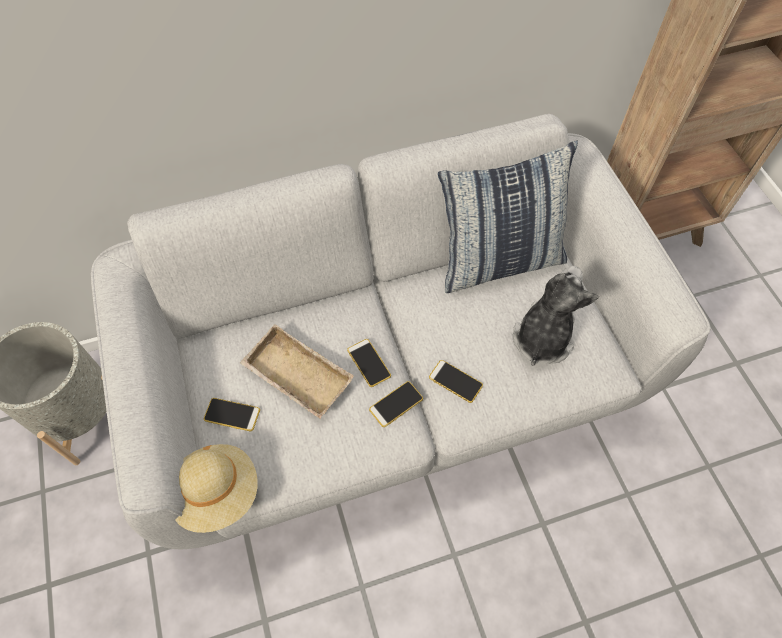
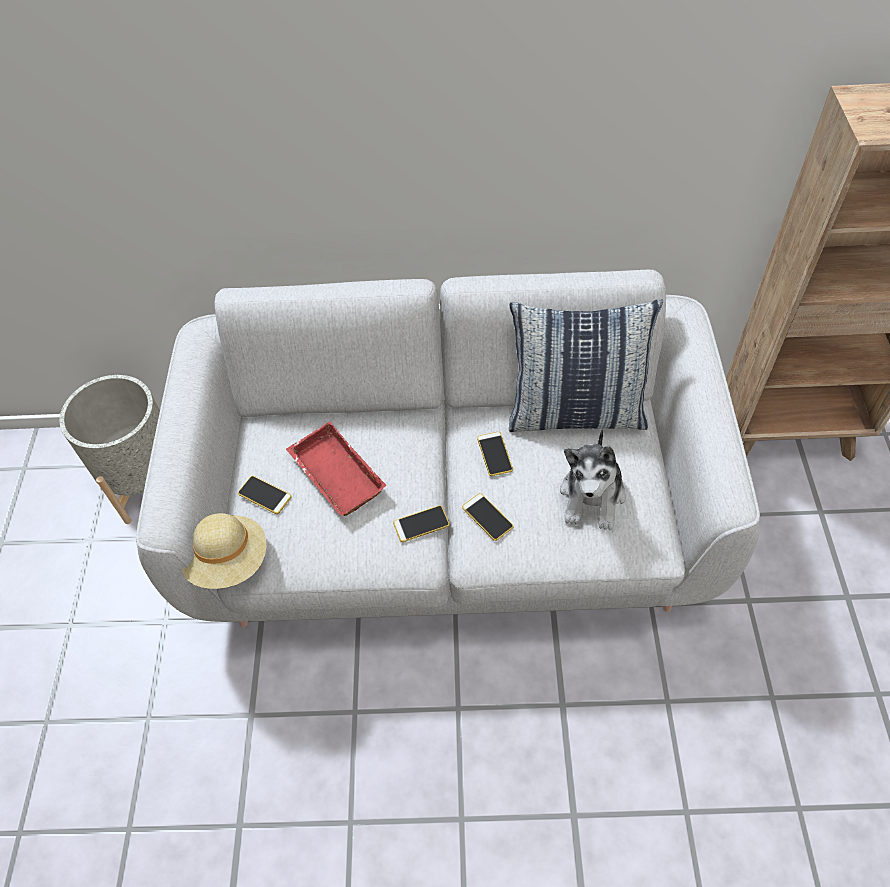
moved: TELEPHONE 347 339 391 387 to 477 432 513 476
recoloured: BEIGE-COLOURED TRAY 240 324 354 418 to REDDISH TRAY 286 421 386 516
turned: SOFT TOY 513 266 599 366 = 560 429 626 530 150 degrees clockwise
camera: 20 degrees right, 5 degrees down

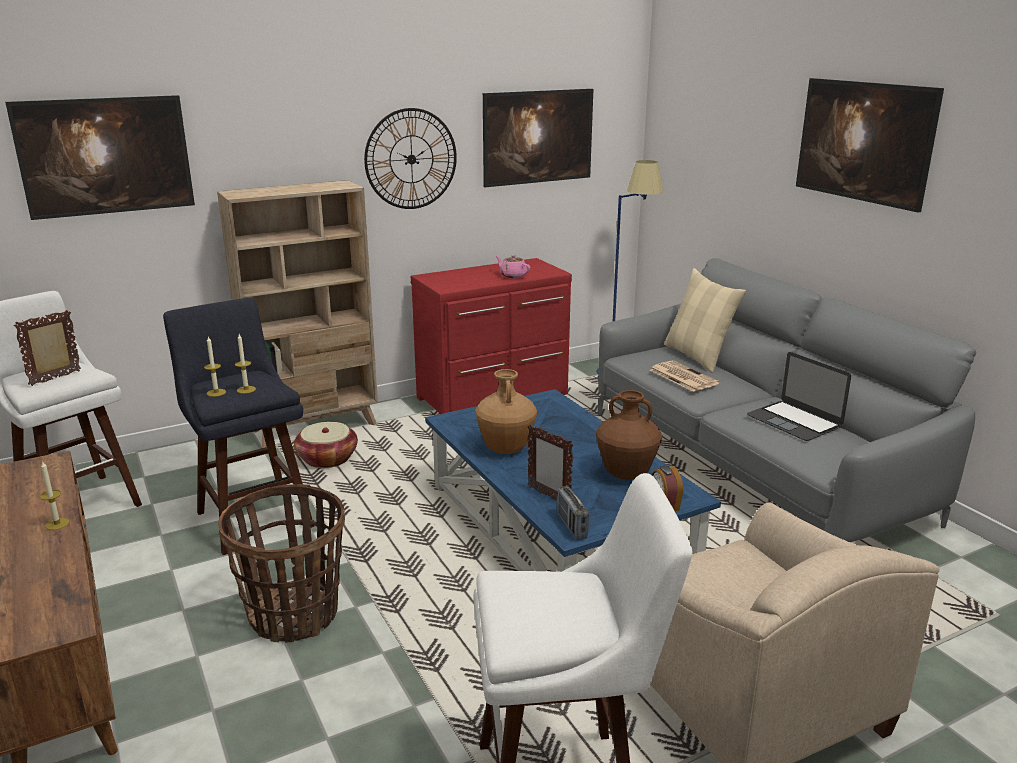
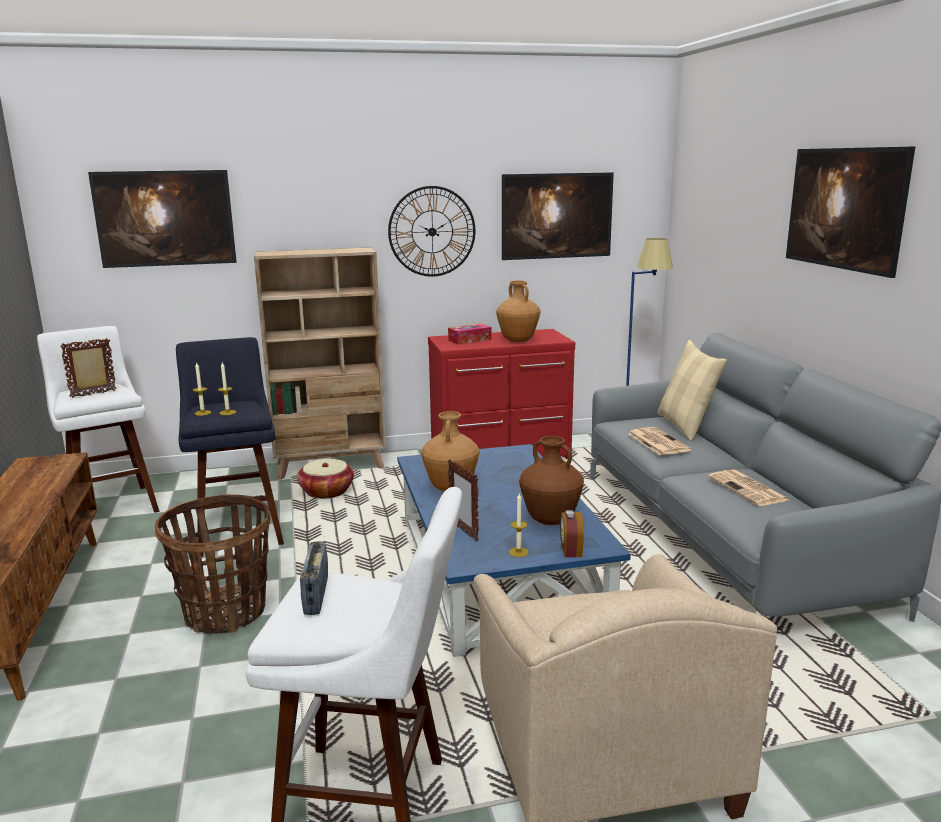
added: TISSUE BOX 448 324 491 345
moved: WAX CANDLE 40 461 70 530 to 509 493 529 557; RADIO RECEIVER 557 486 589 540 to 300 541 328 615
replaced: PINK TEAPOT 496 255 530 279 to BROWN FLOWER VASE 496 281 541 342; PORTABLE COMPUTER 747 352 851 441 to PRINTED PAPER 708 470 789 506
camera: 15 degrees right, 5 degrees down

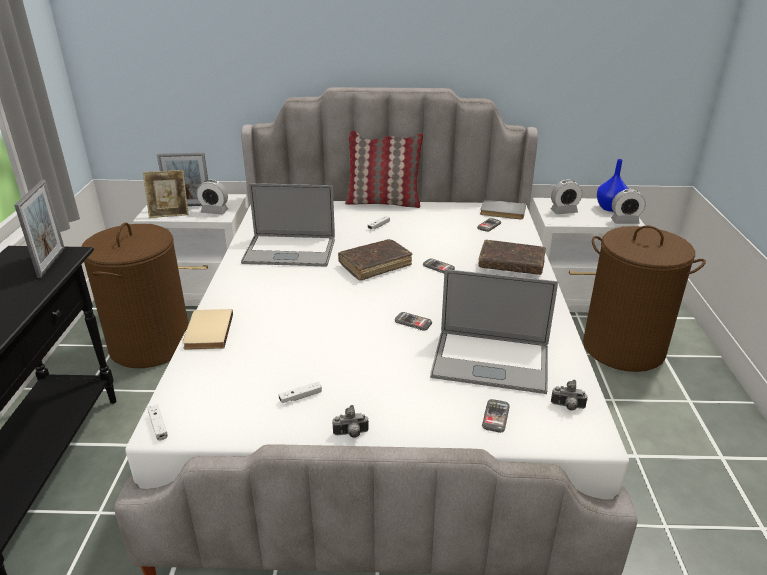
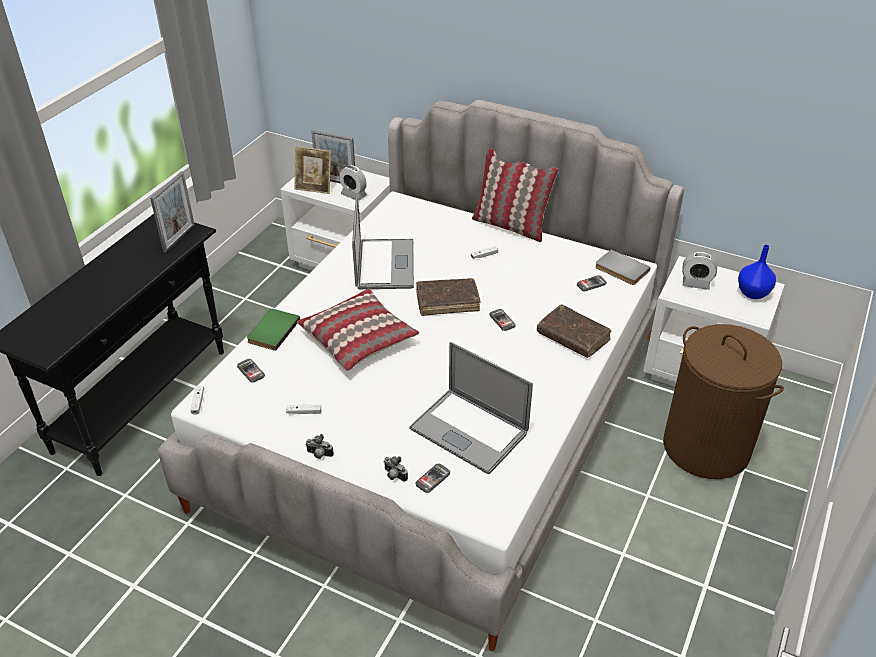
removed: BROWN HAMPER 81 223 189 368; TABLE CLOCK 611 189 646 224
added: CUSHION 297 289 419 371
moved: TELEPHONE 394 312 432 331 to 237 359 265 383; PHOTO CAMERA 551 380 588 410 to 384 456 408 482
recoloured: BEIGE-COLOURED BOOK 183 309 233 350 to GREEN-COLOURED BOOK 247 309 300 351
turned: PORTABLE COMPUTER 241 183 335 267 = 352 195 414 289 120 degrees counterclockwise
camera: 25 degrees right, 10 degrees up

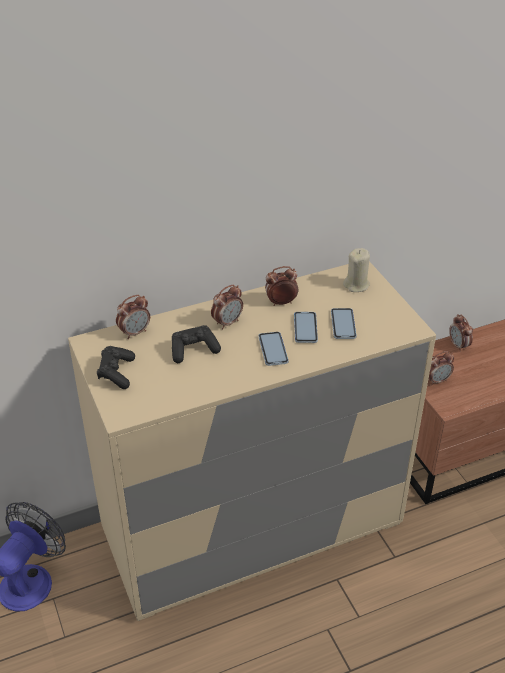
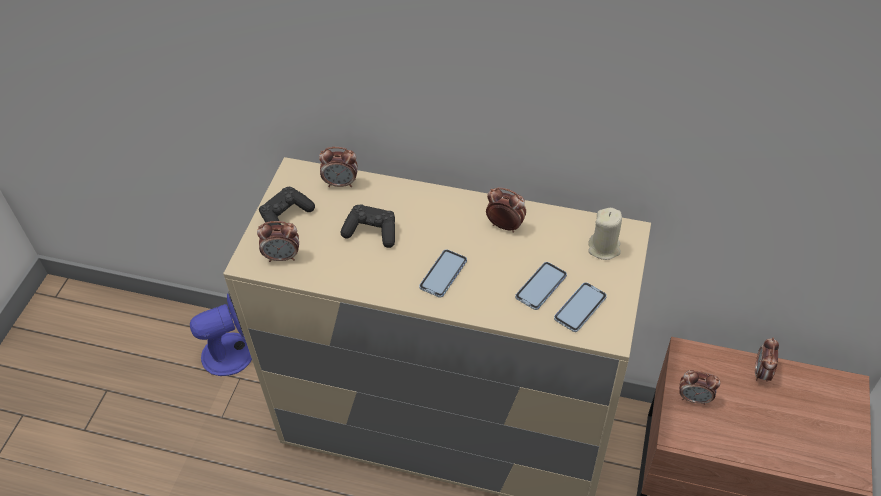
moved: TABLE CLOCK 211 285 243 329 to 257 221 299 262; TELEPHONE 294 312 318 343 to 554 282 607 332
camera: 40 degrees right, 10 degrees up

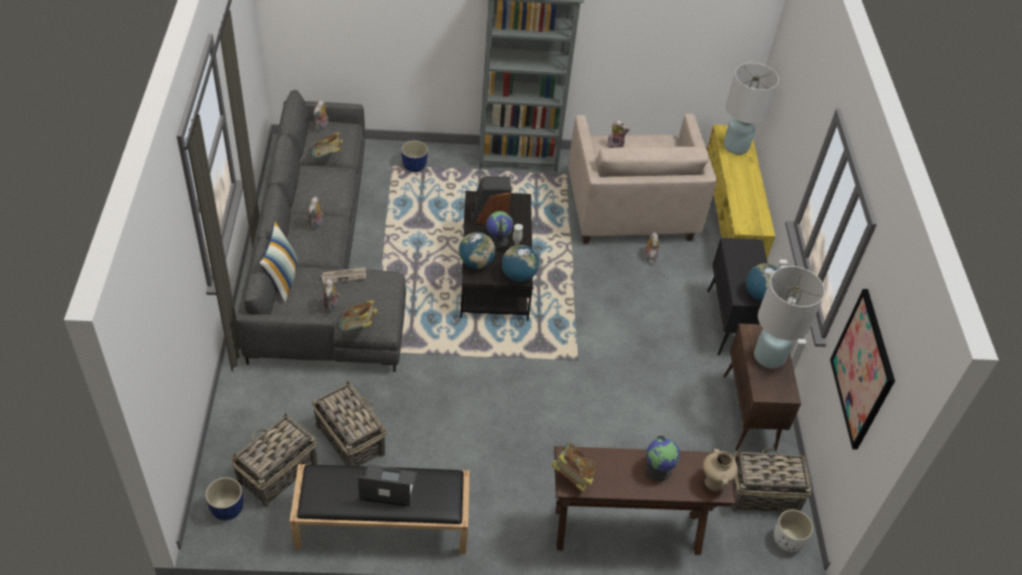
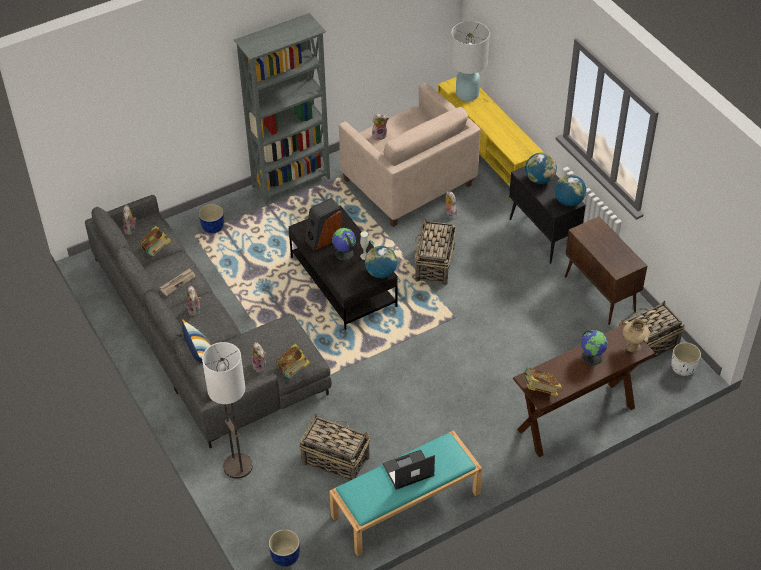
removed: WHITE-COLOURED TABLETOP LAMP 754 266 825 369; WALL PICTURE 830 289 895 449
added: STANDING LAMP 202 342 253 479
moved: BASKET 231 413 318 507 to 415 218 456 285; PRINTED PAPER 322 267 366 285 to 160 268 196 296; GLOBE 459 232 496 269 to 525 153 557 184
recoloured: BLACKISH BENCH 290 464 470 554 to BLUE-GREEN BENCH 329 430 482 556
camera: 25 degrees left, 0 degrees up

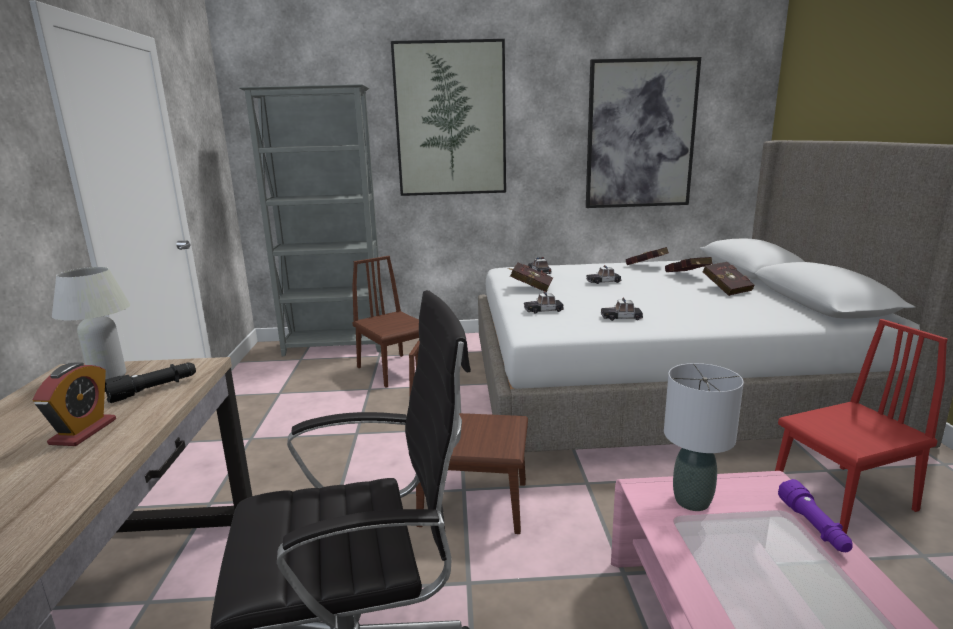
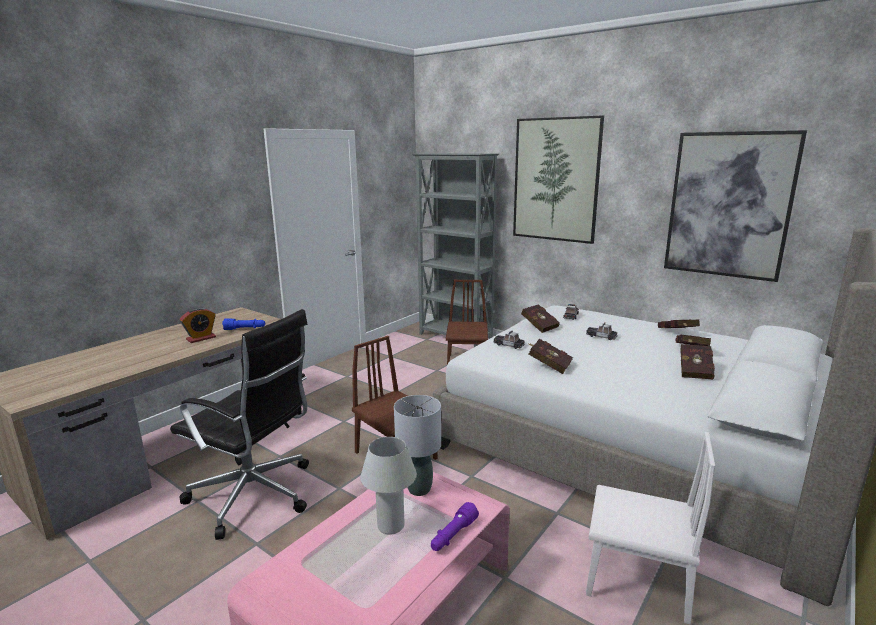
moved: WHITE-COLOURED TABLETOP LAMP 52 267 130 379 to 360 437 417 535
replaced: TOY CAR 601 298 643 321 to REDDISH BOOK 528 339 573 374
recoloured: BLACKISH FLASHLIGHT 105 362 196 403 to BLUE-COLOURED FLASHLIGHT 222 318 265 330; REDDISH UPRIGHT CHAIR 775 319 948 534 to WHITE-COLOURED UPRIGHT CHAIR 586 432 715 624
camera: 40 degrees right, 0 degrees up

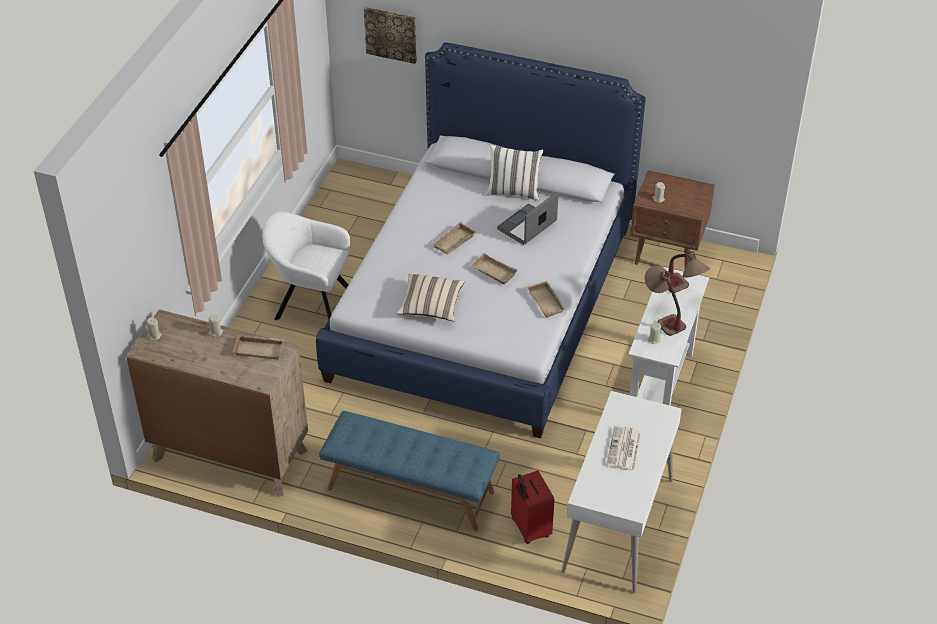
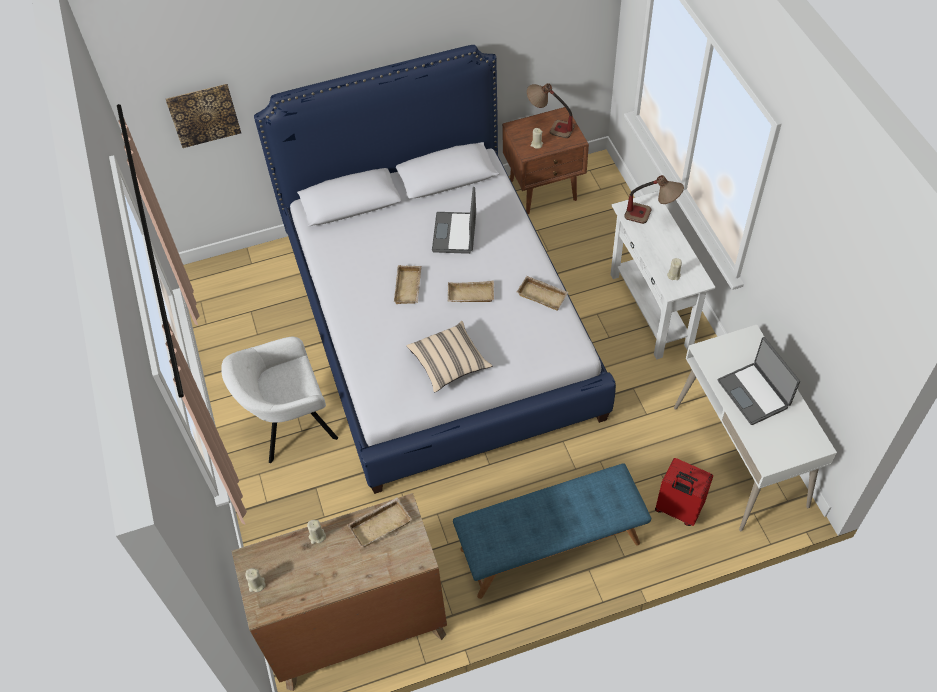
removed: WHITE-COLOURED CUSHION 486 144 543 201
moved: TABLETOP LAMP 645 266 686 336 to 527 83 575 138
replaced: PRINTED PAPER 606 426 641 471 to PORTABLE COMPUTER 718 337 800 425
camera: 35 degrees left, 10 degrees up

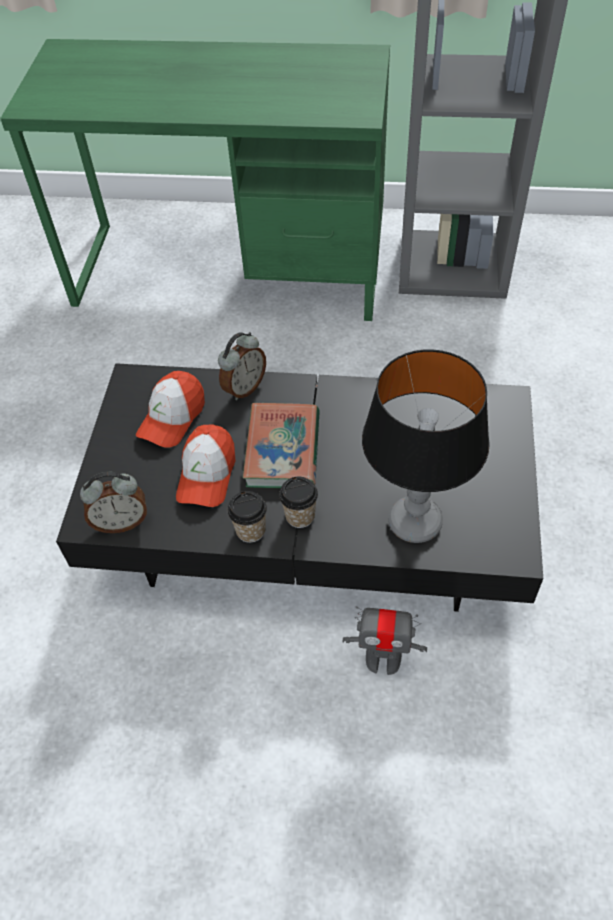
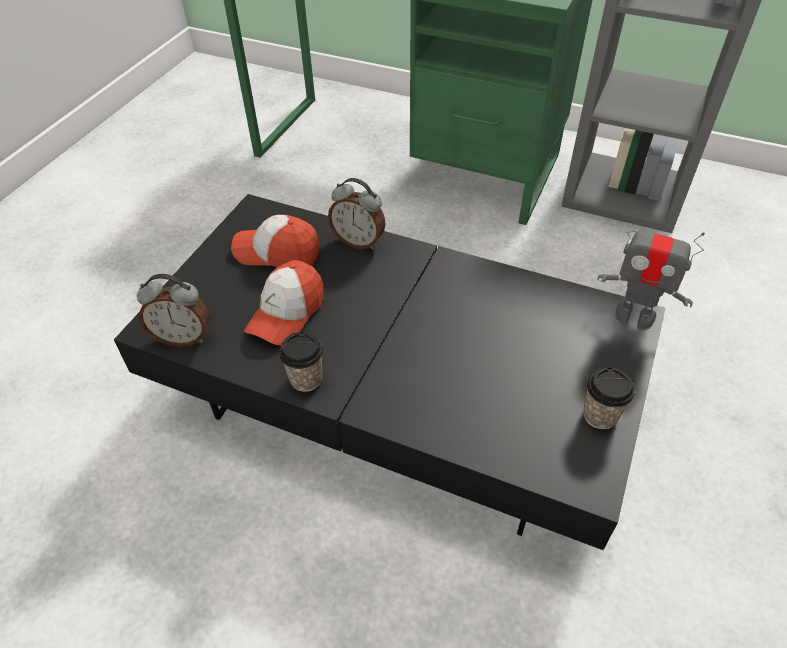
removed: BOOK 243 403 320 488; TABLETOP LAMP 362 349 490 543
moved: DRINKING CUP 279 476 318 528 to 583 367 634 429; MODEL ROBOT 342 606 427 675 to 597 211 705 330
turned: PEAKED CAP 136 371 205 447 = 231 215 320 267 60 degrees clockwise; TABLE CLOCK 218 332 266 401 = 328 178 386 250 60 degrees clockwise
camera: 15 degrees right, 5 degrees down

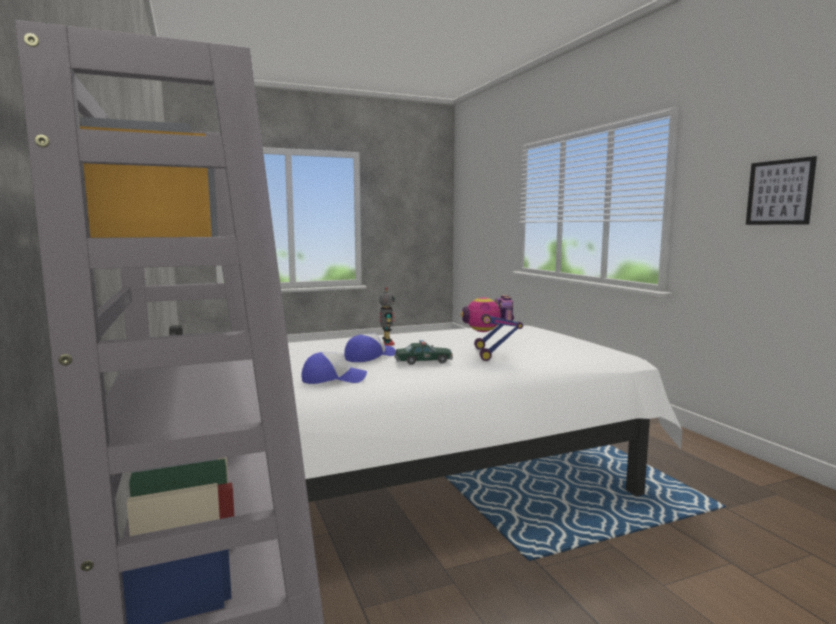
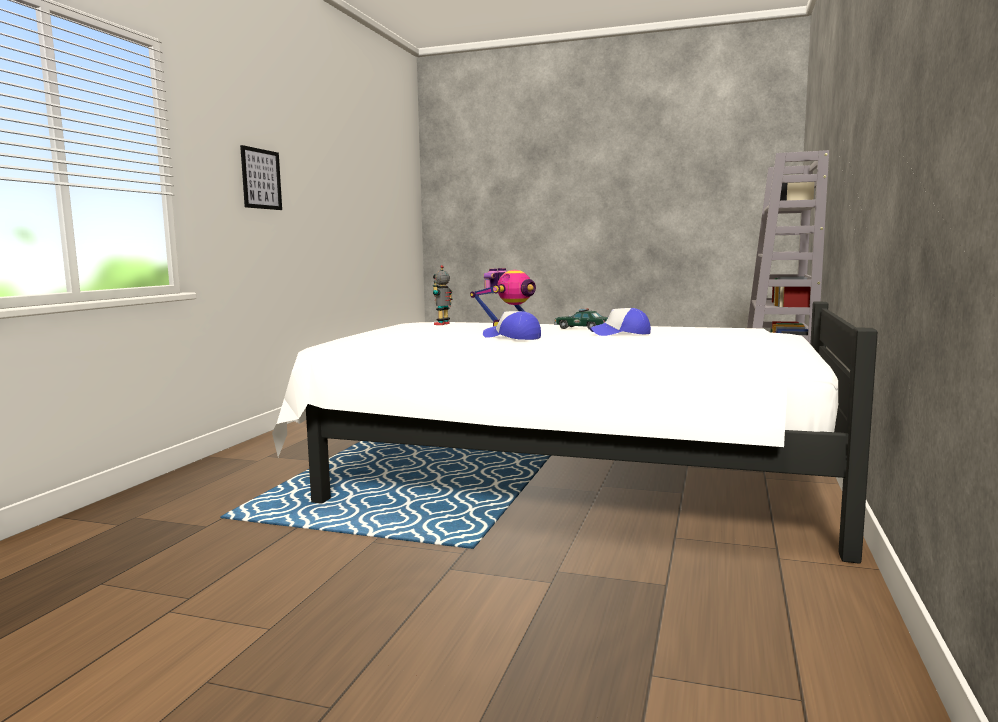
moved: PEAKED CAP 301 352 367 384 to 483 311 541 340; MODEL ROBOT 379 287 395 346 to 433 265 452 325
camera: 140 degrees left, 0 degrees up

